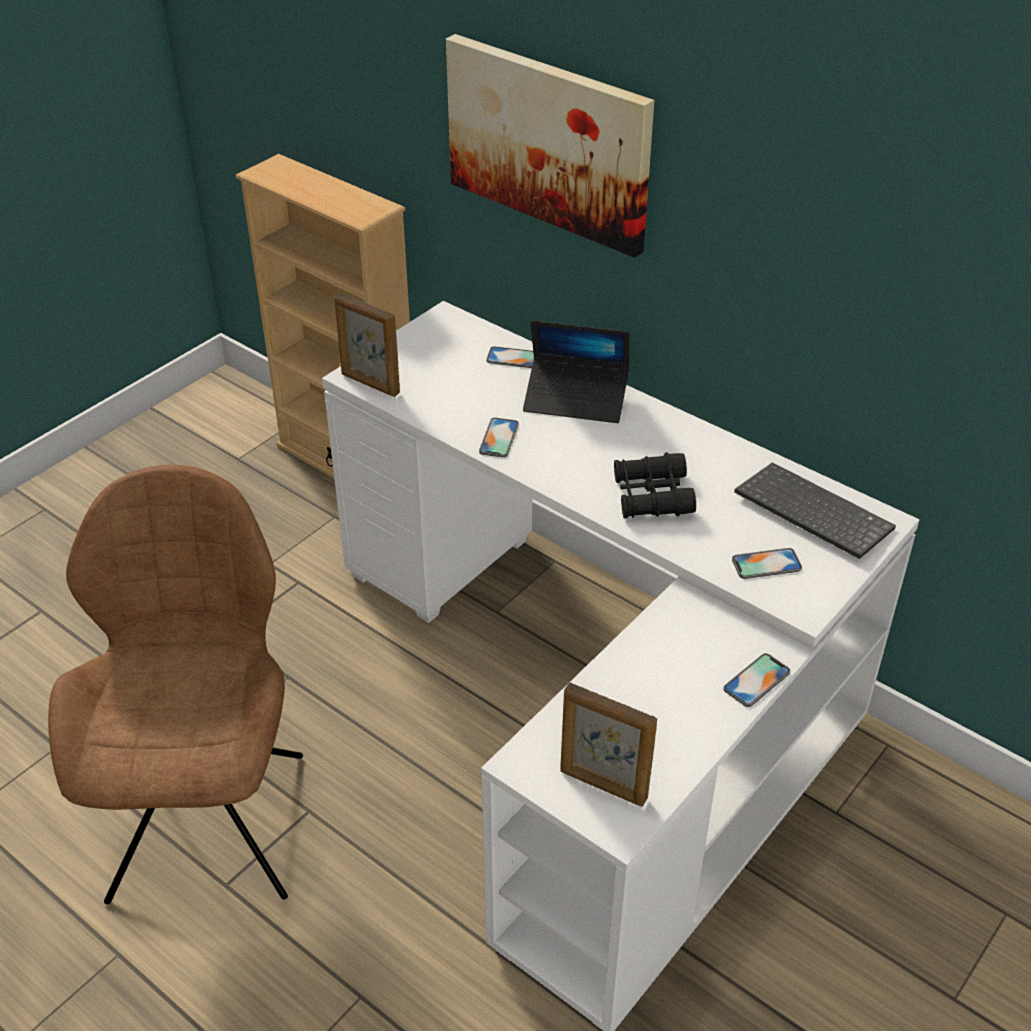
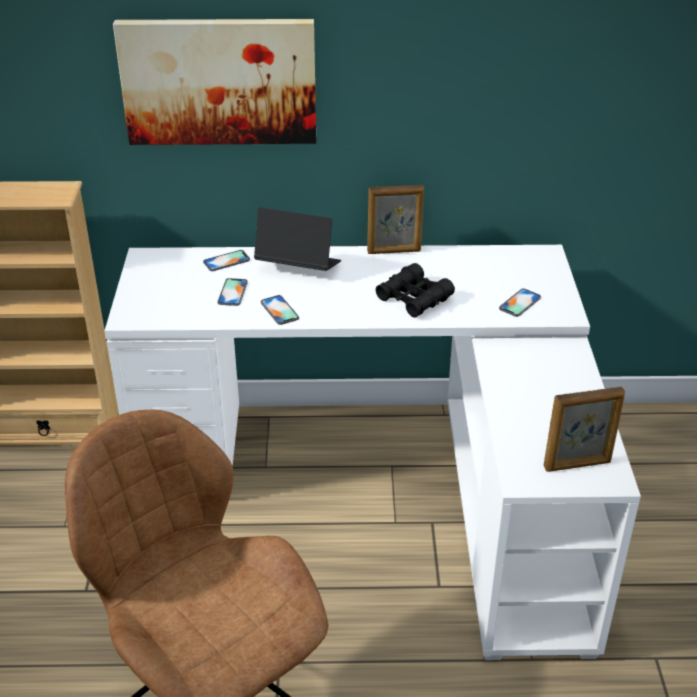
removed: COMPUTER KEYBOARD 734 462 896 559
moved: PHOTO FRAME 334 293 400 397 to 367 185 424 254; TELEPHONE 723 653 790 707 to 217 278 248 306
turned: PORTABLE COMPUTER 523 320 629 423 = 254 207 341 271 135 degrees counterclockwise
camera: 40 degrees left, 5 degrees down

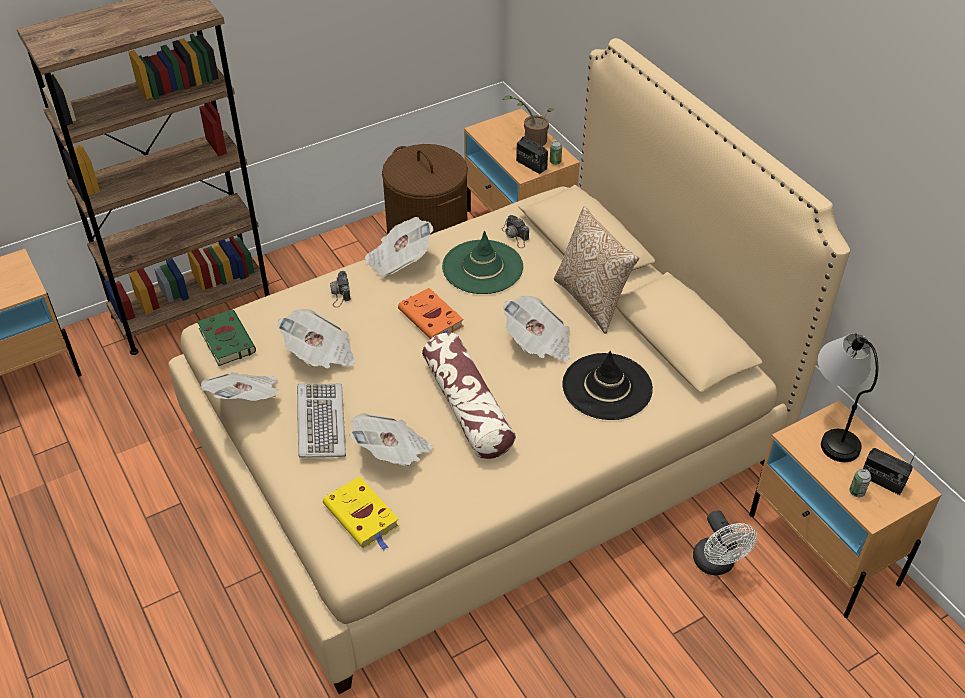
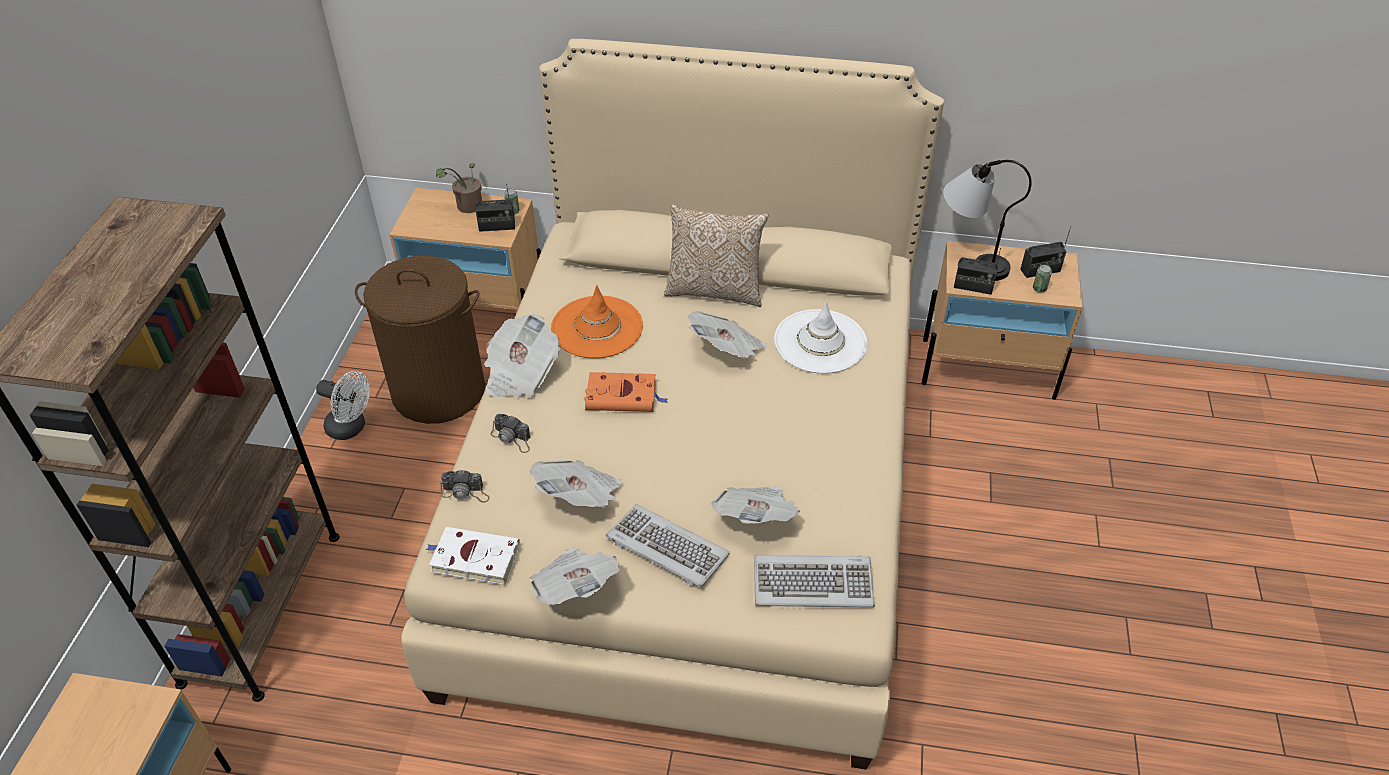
removed: CUSHION 422 333 516 459
added: RADIO RECEIVER 954 248 1001 295
moved: PHOTO CAMERA 502 215 529 248 to 440 470 490 503; WHITE-COLOURED FAN 693 510 757 575 to 316 371 370 440
replaced: YELLOW BOOK 323 476 399 550 to COMPUTER KEYBOARD 754 555 875 608
recoloured: GREEN-COLOURED BOOK 197 309 256 366 to WHITE-COLOURED BOOK 426 527 520 585; GREEN-COLOURED HAT 442 231 523 294 to ORANGE HAT 551 285 643 359; BLACKISH HAT 562 351 653 420 to WHITE-COLOURED HAT 774 301 867 374
camera: 50 degrees left, 0 degrees up

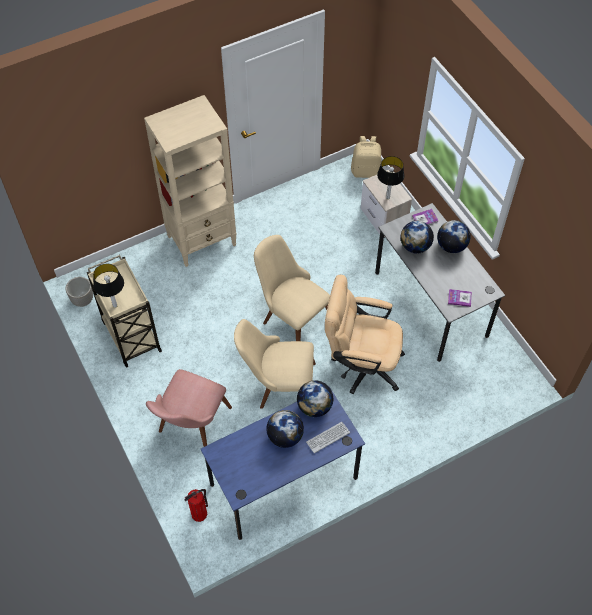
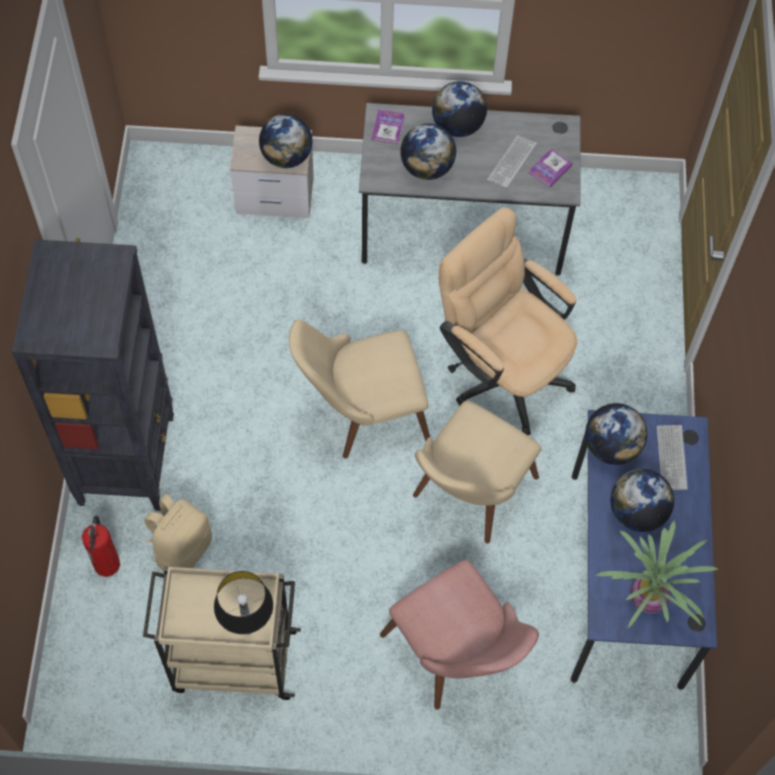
removed: FLOWER POT 66 277 93 307
added: COMPUTER KEYBOARD 487 135 537 189; HOUSEPLANT 595 520 718 628
moved: FIRE EXTINGUISHER 185 489 208 522 to 82 515 120 577; BEIGE-COLOURED BACKPACK 351 136 381 178 to 144 494 212 570
replaced: TABLETOP LAMP 377 156 405 199 to GLOBE 259 114 312 168
recoloured: BEIGE-COLOURED SHELVING UNIT 144 95 237 267 to BLACKISH SHELVING UNIT 12 239 174 511
turned: BEIGE-COLOURED DESK CHAIR 325 275 405 394 = 439 207 578 435 90 degrees clockwise
camera: 60 degrees left, 5 degrees up

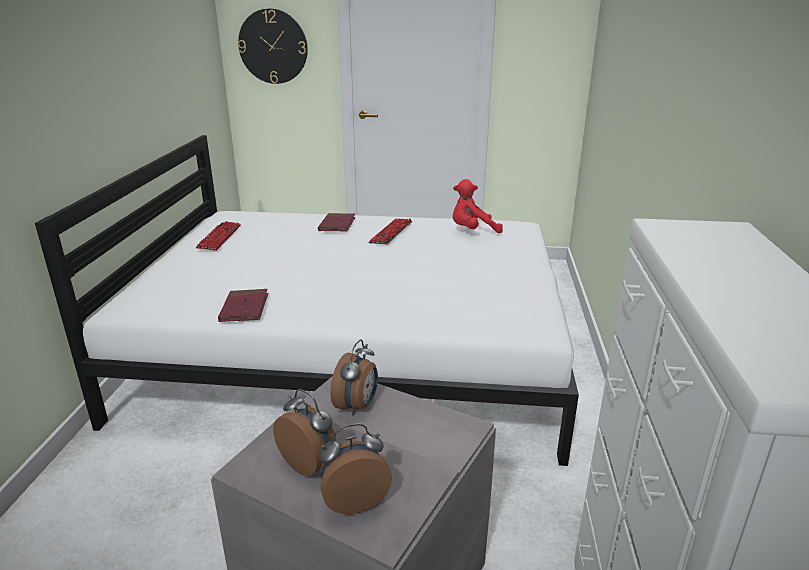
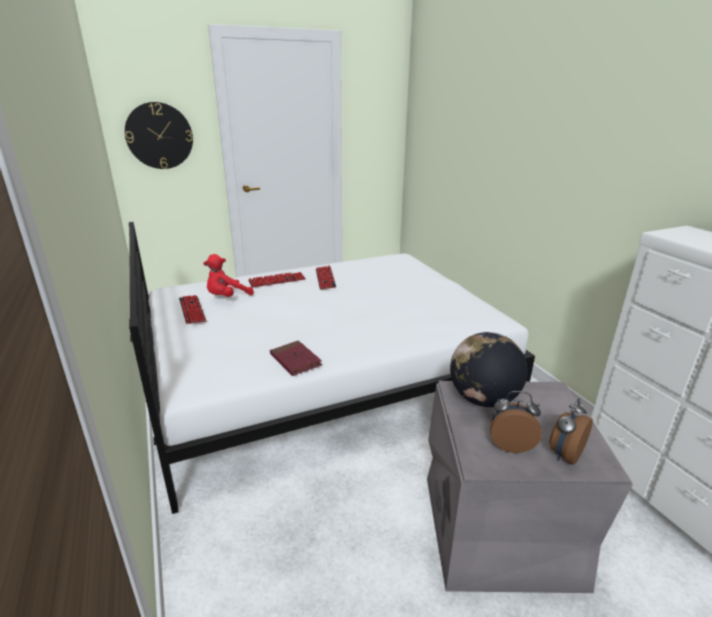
moved: REDDISH SOFT TOY 453 179 503 233 to 203 254 254 297
replaced: REDDISH BOOK 318 213 355 231 to COMPUTER KEYBOARD 248 272 306 288; TABLE CLOCK 330 339 378 416 to GLOBE 450 332 528 407
camera: 30 degrees left, 0 degrees up

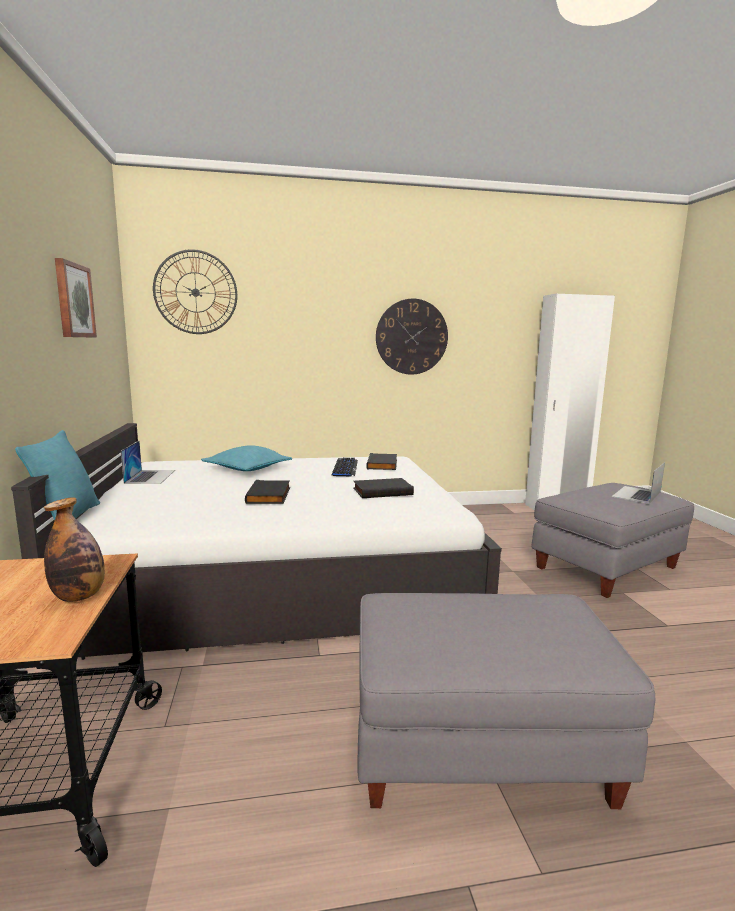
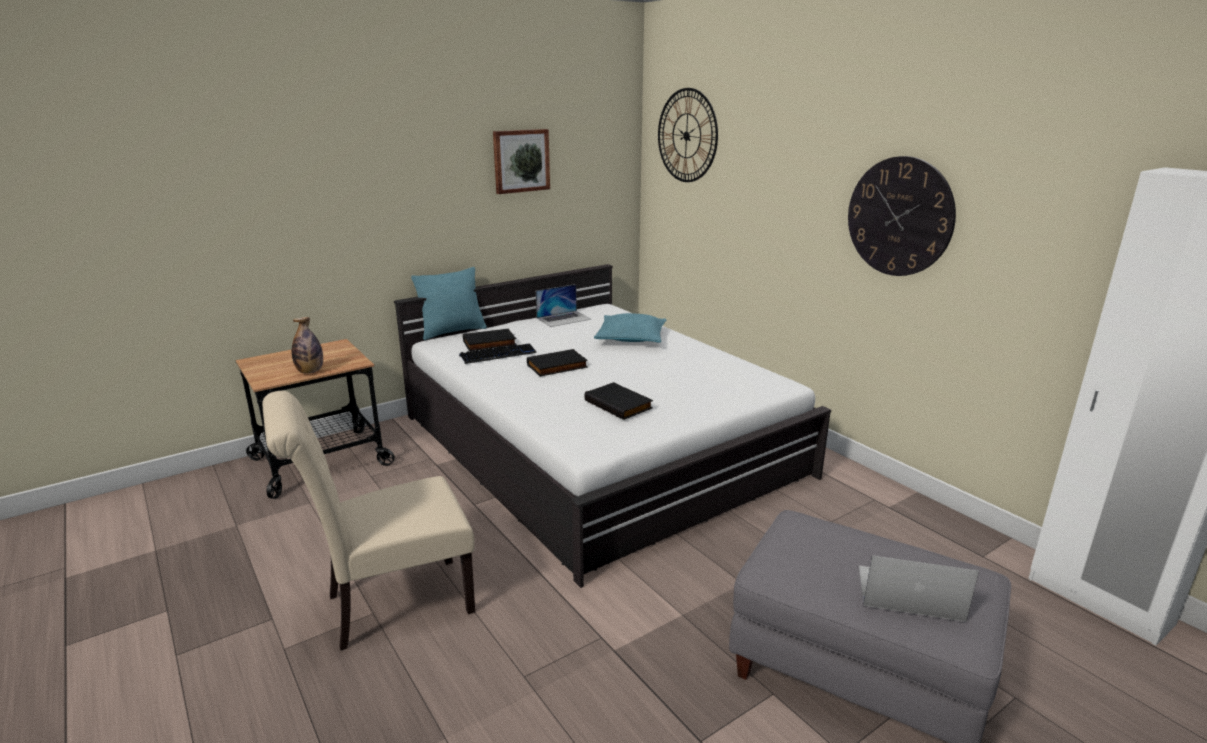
moved: COMPUTER KEYBOARD 332 458 358 476 to 459 343 537 364; BLACKISH BOOK 366 453 397 470 to 463 329 517 351
replaced: GREY POUFFE 357 593 655 809 to BEIGE-COLOURED UPRIGHT CHAIR 262 391 475 651
camera: 65 degrees right, 10 degrees up

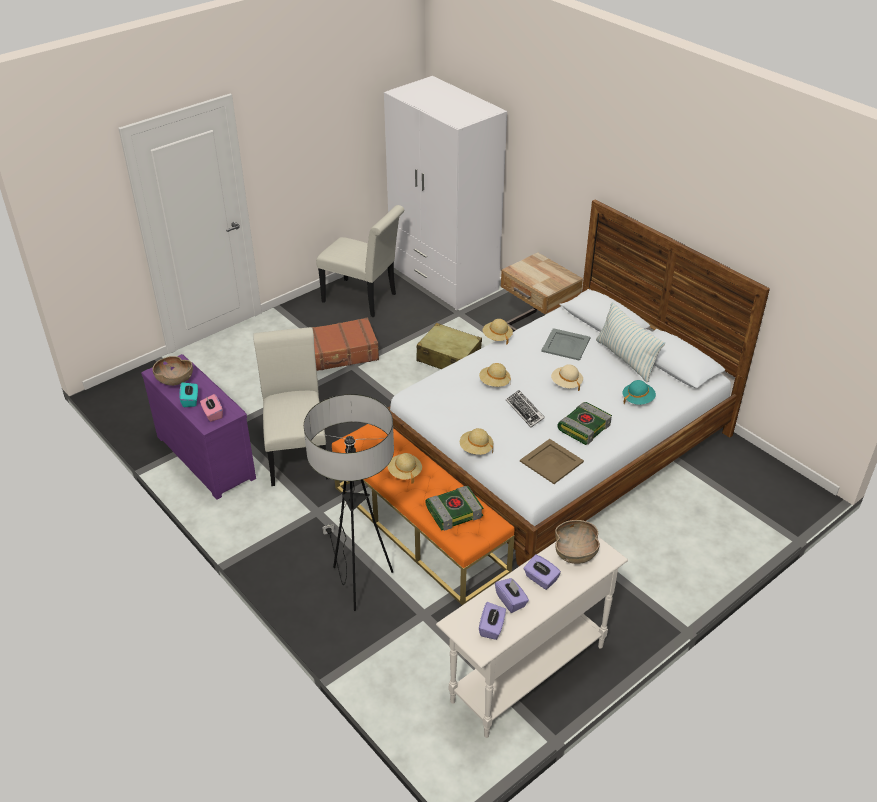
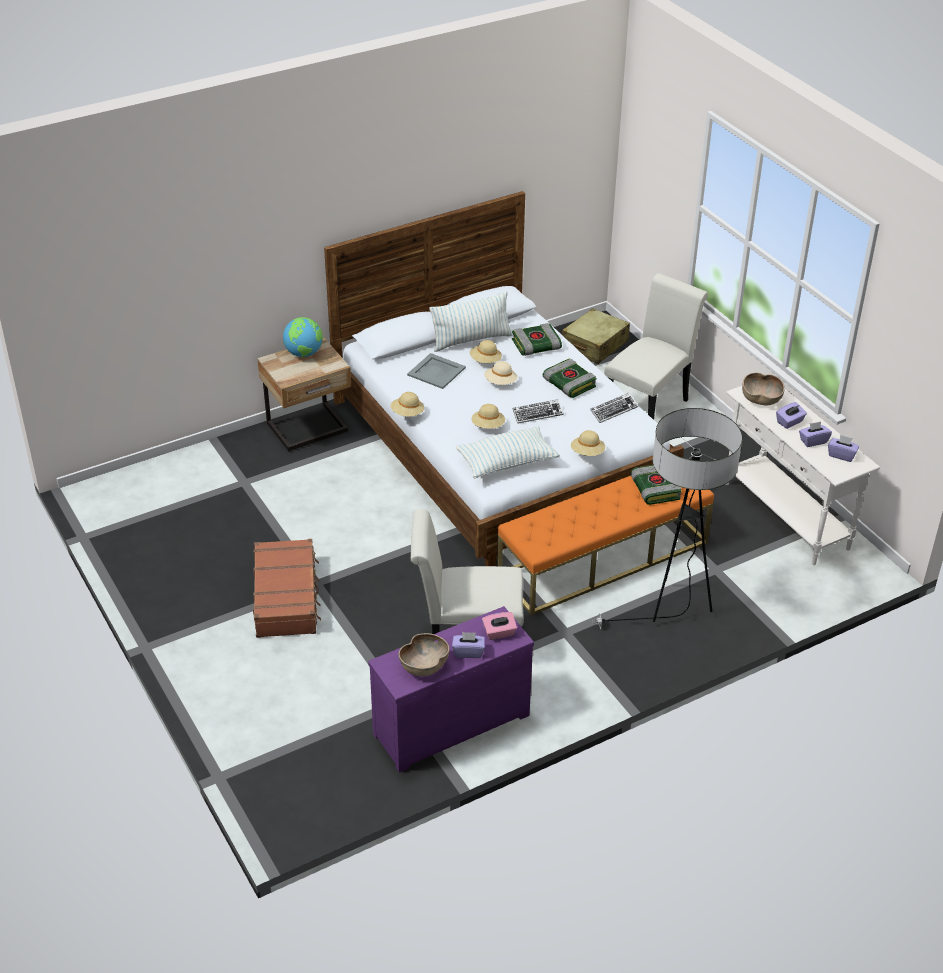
removed: WHITE-COLOURED WARDROBE 384 76 507 310
added: GLOBE 283 317 323 357; CUSHION 456 426 560 478
moved: WHITE-COLOURED UPRIGHT CHAIR 316 205 405 317 to 604 273 708 420; BEIGE-COLOURED HAT 388 453 422 483 to 470 340 502 363; BEIGE-COLOURED SUITCASE 416 323 482 369 to 562 308 630 364
replaced: BEIGE-COLOURED TRAY 520 439 584 484 to COMPUTER KEYBOARD 590 393 638 423; BLUE-GREEN HAT 622 380 656 405 to BOOK 512 323 562 356
recoloured: BLUE-GREEN TISSUE BOX 180 383 198 407 to PURPLE TISSUE BOX 452 632 485 658
camera: 80 degrees left, 0 degrees up

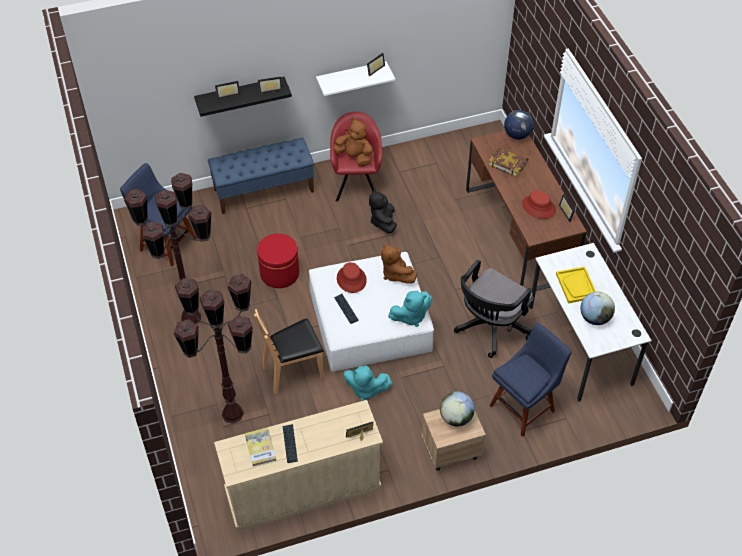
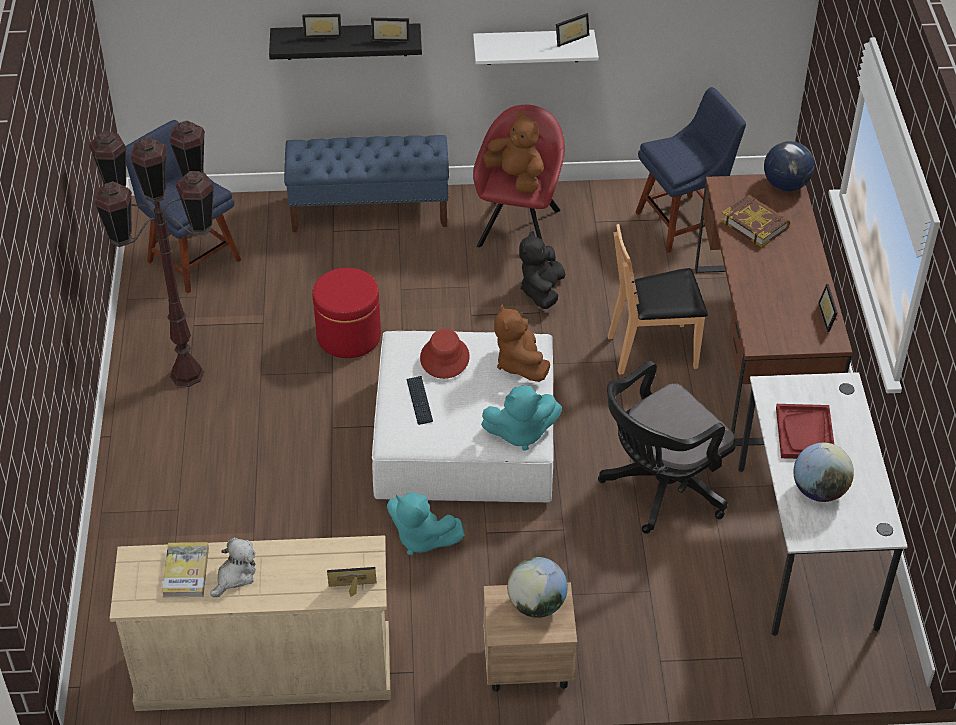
removed: BROWN STANDING LAMP 174 274 253 424; REDDISH HAT 522 191 556 219
moved: BROWN UPRIGHT CHAIR 254 309 324 394 to 608 224 708 375; BLUE-COLOURED UPRIGHT CHAIR 489 323 572 437 to 635 87 746 253
replaced: COMPUTER KEYBOARD 283 424 298 463 to SOFT TOY 210 537 256 597
recoloured: YELLOW TRAY 556 266 596 303 to REDDISH TRAY 776 404 834 459
camera: 15 degrees right, 5 degrees down

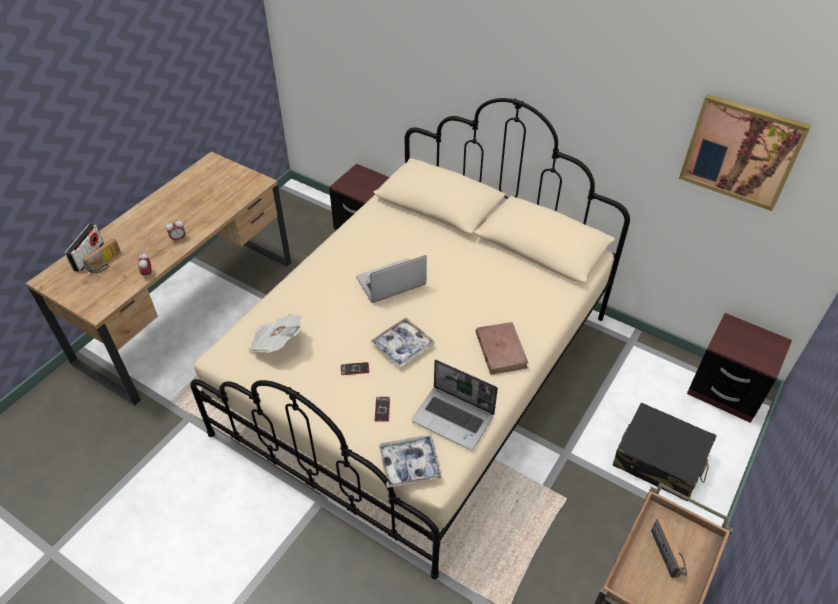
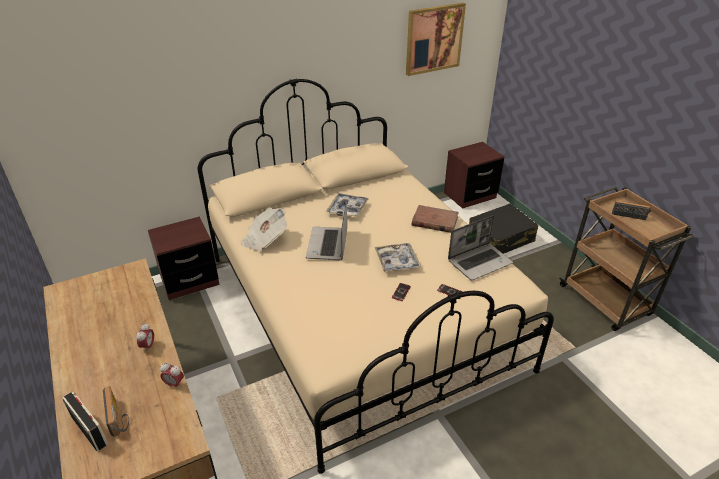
moved: PRINTED PAPER 248 314 302 353 to 241 208 287 252; TRAY 379 434 442 488 to 326 193 368 217
camera: 60 degrees left, 10 degrees down

